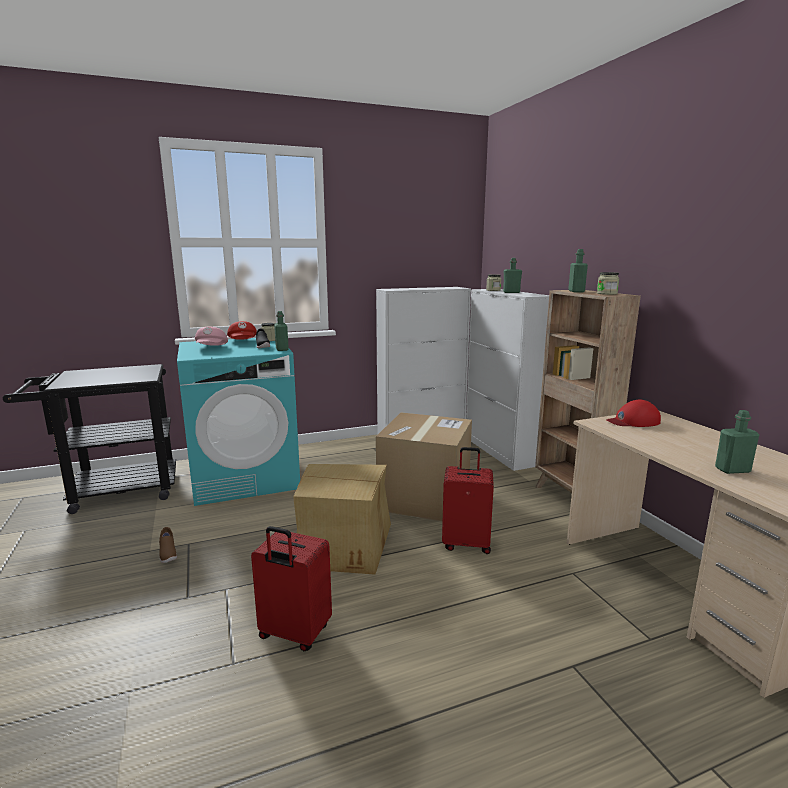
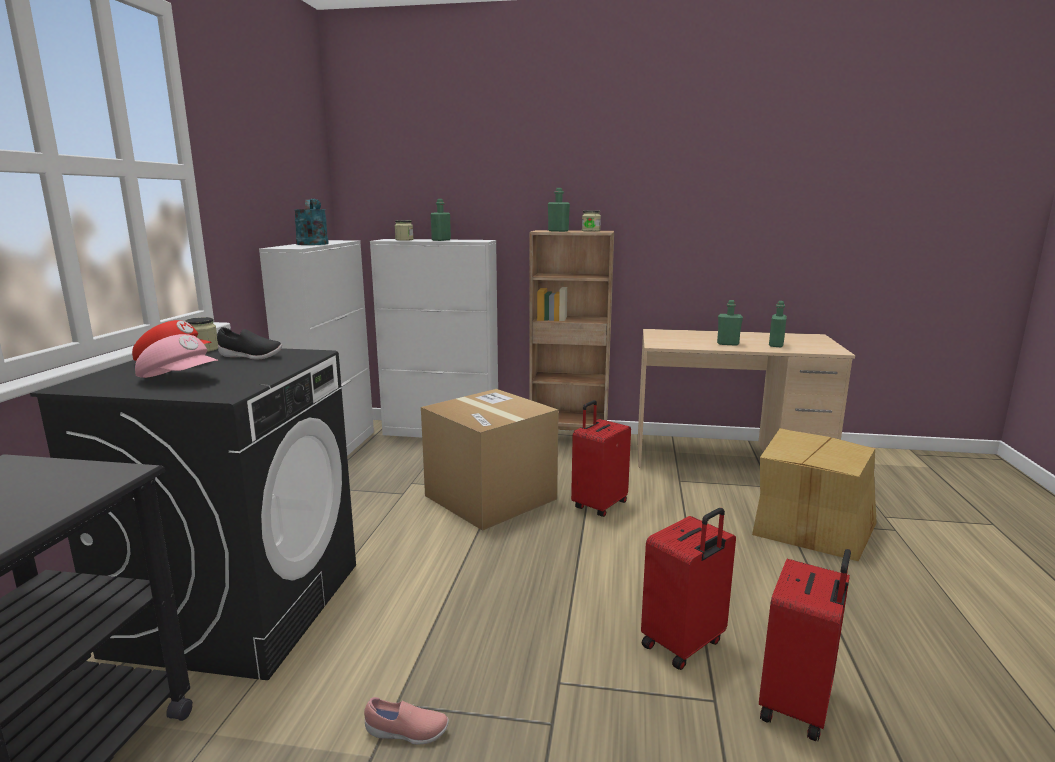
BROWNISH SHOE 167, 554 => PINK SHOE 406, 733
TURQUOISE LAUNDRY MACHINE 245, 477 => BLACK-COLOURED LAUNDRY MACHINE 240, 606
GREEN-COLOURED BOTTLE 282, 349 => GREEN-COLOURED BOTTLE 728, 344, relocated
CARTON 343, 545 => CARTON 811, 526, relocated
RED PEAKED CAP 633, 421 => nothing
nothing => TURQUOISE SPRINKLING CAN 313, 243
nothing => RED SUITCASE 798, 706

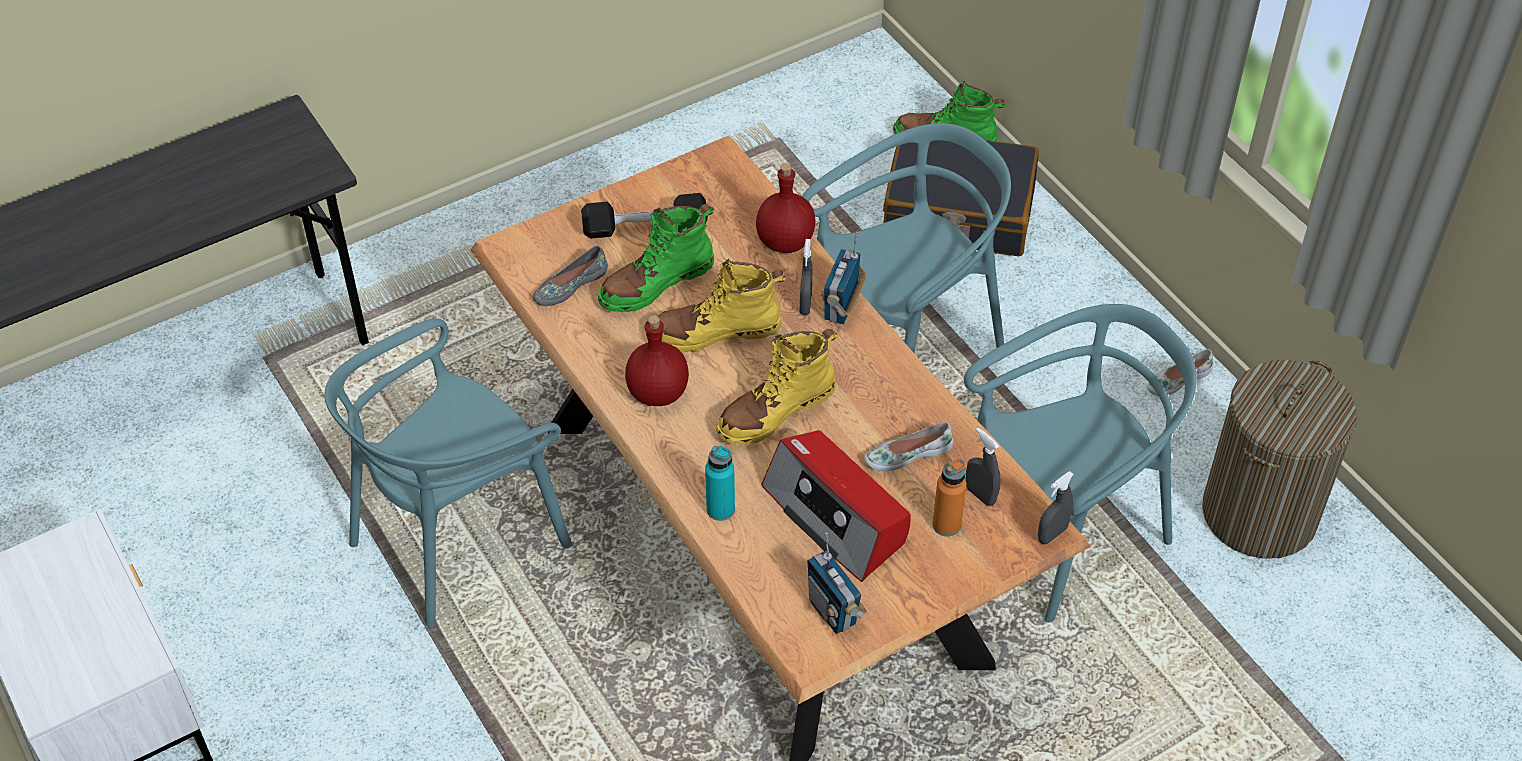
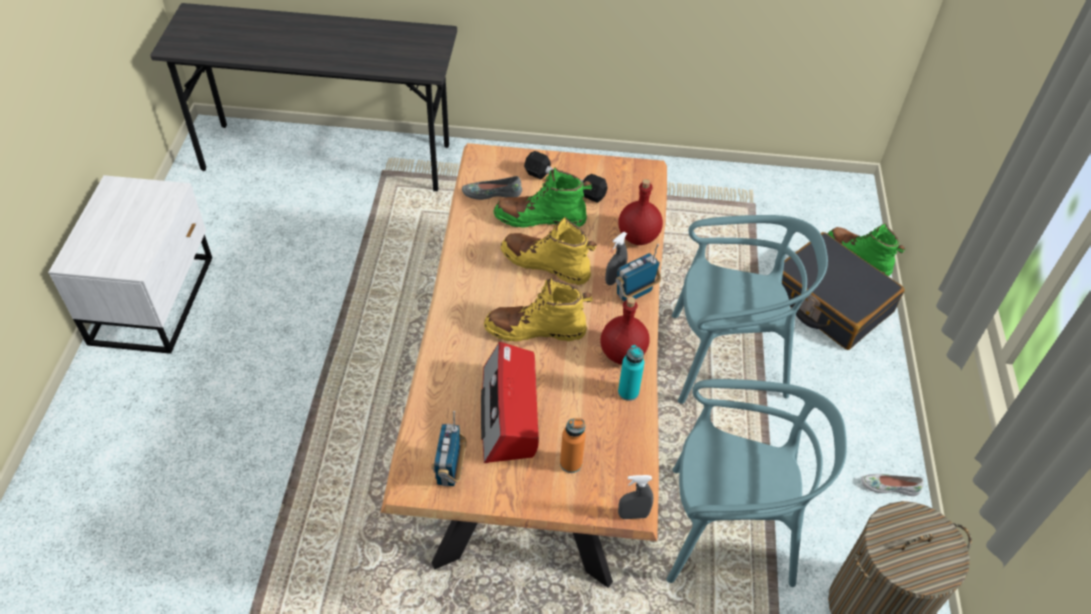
TURQUOISE CHAIR 458, 537 => nothing
RED BOTTLE 658, 392 => RED BOTTLE 623, 353, relocated
TURQUOISE BOTTLE 720, 509 => TURQUOISE BOTTLE 628, 392, relocated
WHITE-COLOURED SHOE 907, 454 => nothing
GREYISH HAND SPRAYER 980, 495 => nothing

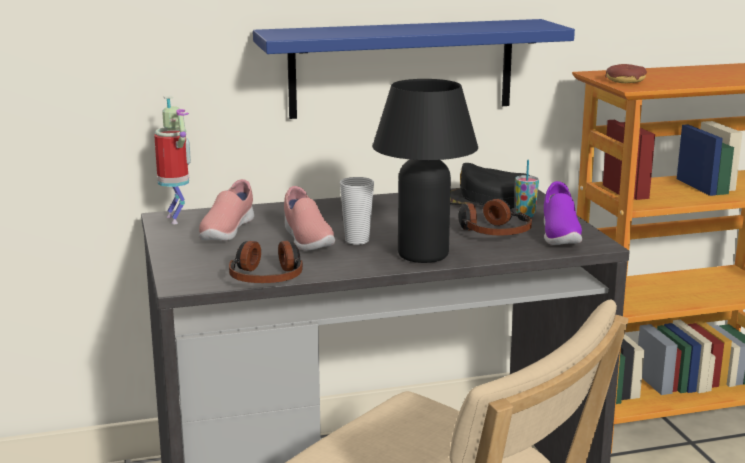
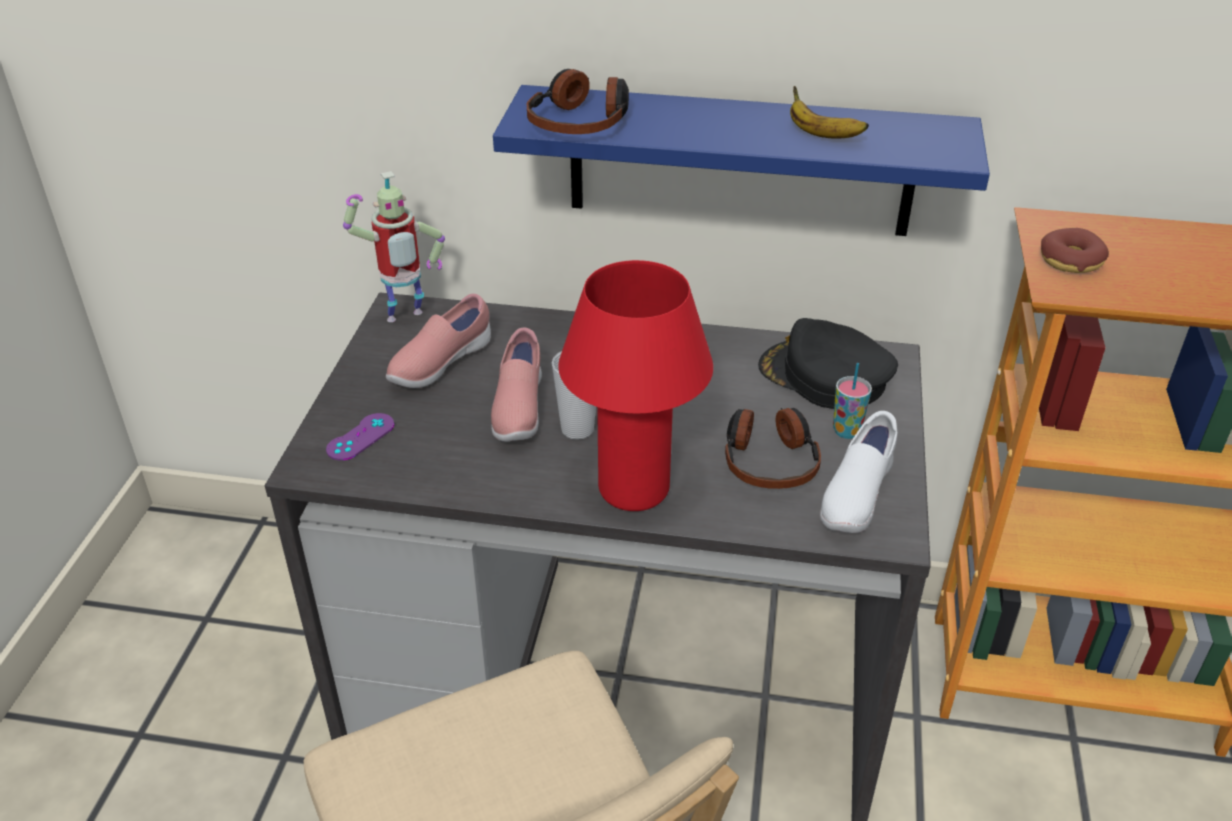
ROBOT FIGURE 177, 219 => ROBOT FIGURE 405, 319, 60 degrees clockwise
HEADPHONES 267, 277 => HEADPHONES 581, 122, relocated
BLACK-COLOURED TABLETOP LAMP 423, 255 => RED TABLETOP LAMP 634, 489
PURPLE SHOE 559, 235 => WHITE-COLOURED SHOE 855, 496
nothing => PURPLE JOYPAD 360, 437
nothing => BANANA FRUIT 821, 134

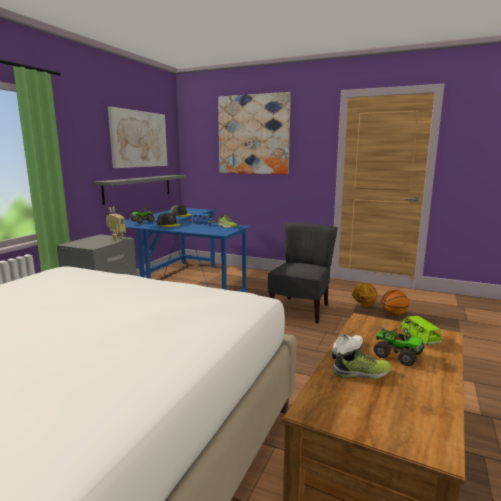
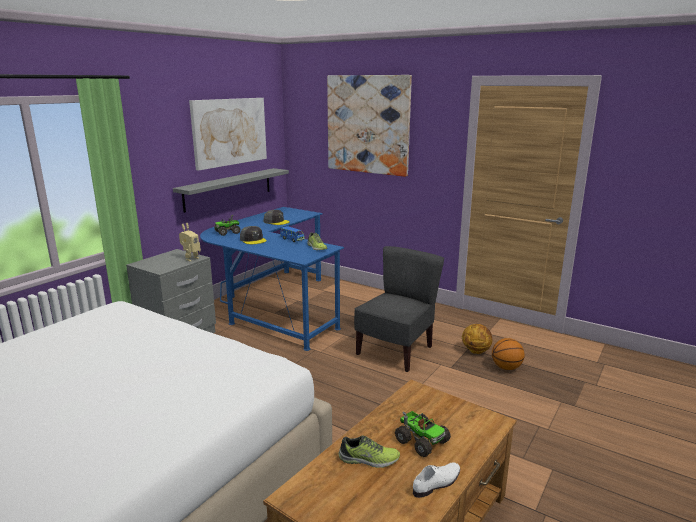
WHITE-COLOURED SHOE 348, 350 => WHITE-COLOURED SHOE 437, 483, relocated
GREEN-COLOURED MINIATURE CAR 419, 337 => nothing

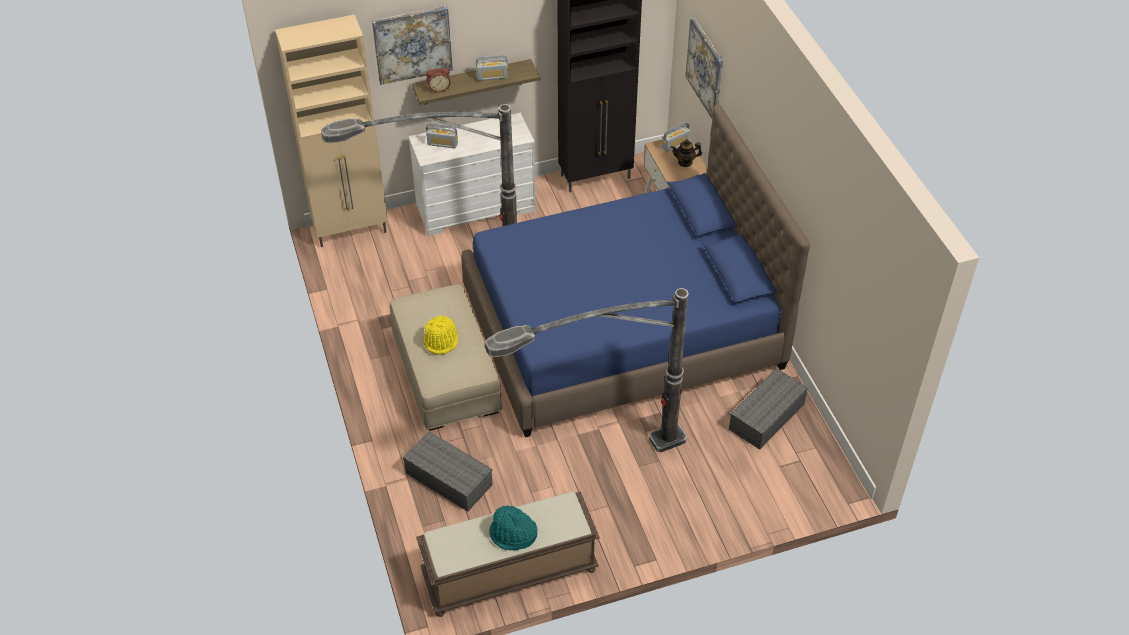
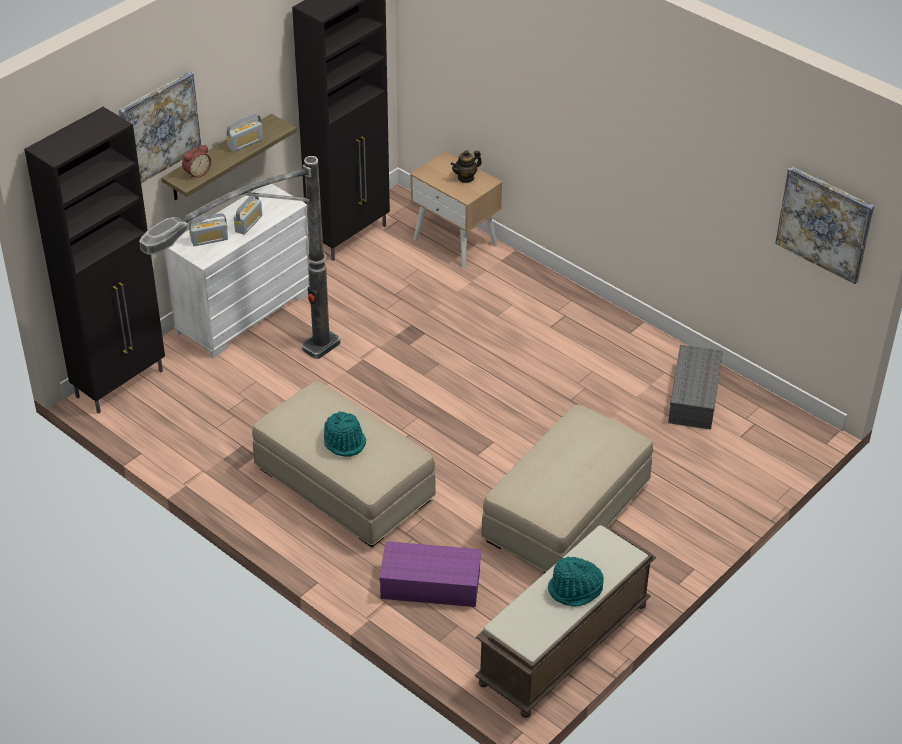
SAND-COLOURED STORAGE CABINET 352, 230 => BLACK-COLOURED STORAGE CABINET 121, 383
GREYISH STORAGE BIN 447, 479 => PURPLE STORAGE BIN 429, 585
YELLOW WEARABLE HAT 441, 340 => TURQUOISE WEARABLE HAT 344, 441
BLUISH BED 622, 329 => nothing
STANDING LAMP 592, 468 => SAND-COLOURED POUFFE 566, 512
RADIO RECEIVER 675, 145 => RADIO RECEIVER 248, 223, relocated
WALL ART 705, 68 => WALL ART 824, 224, relocated

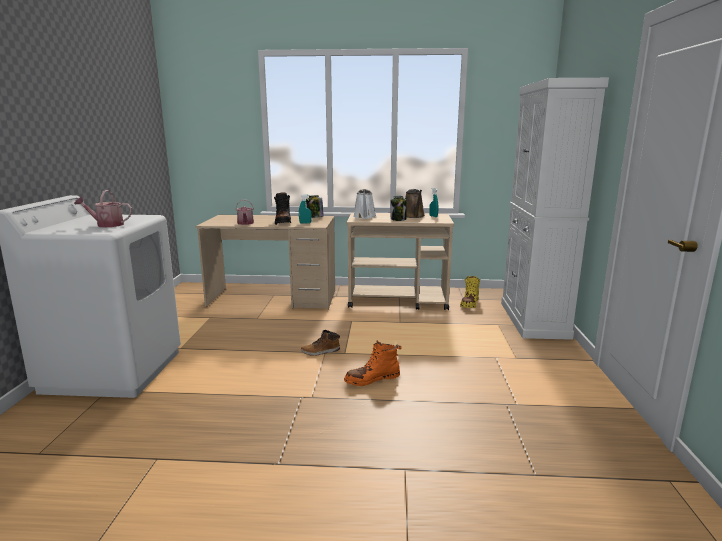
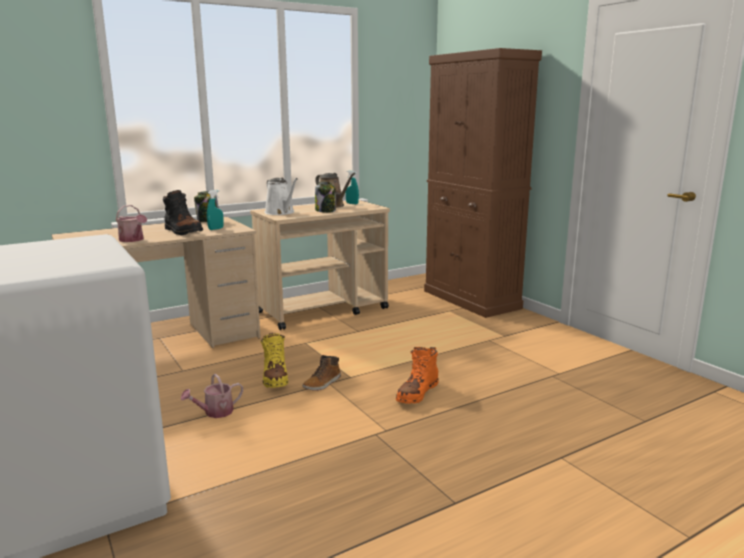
SPRINKLING CAN 106, 225 => SPRINKLING CAN 215, 412, relocated
YELLOW TALL BOOT 469, 304 => YELLOW TALL BOOT 275, 377, relocated
WHITE-COLOURED STORAGE CABINET 533, 320 => BROWNISH STORAGE CABINET 471, 299

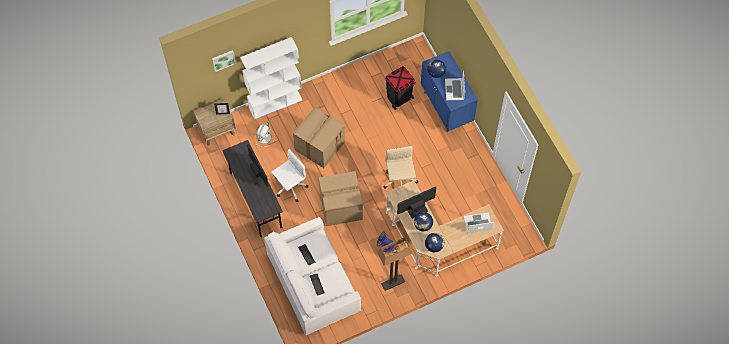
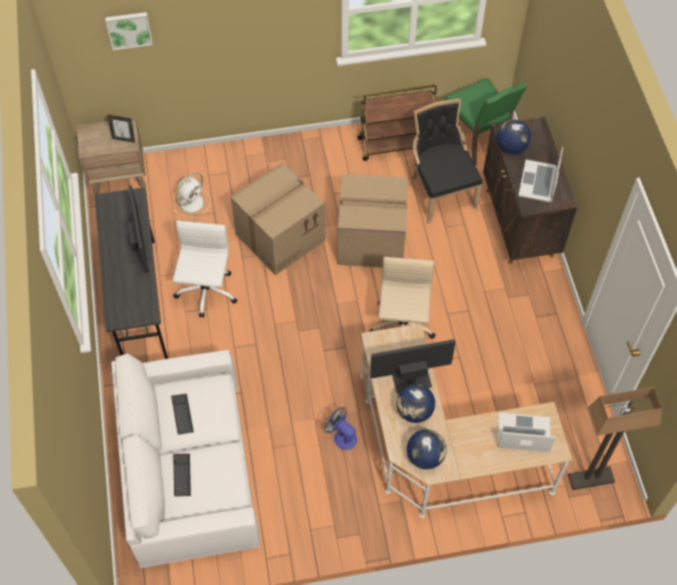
WHITE-COLOURED SHELVING UNIT 275, 103 => nothing
WHITE-COLOURED DESK CHAIR 290, 187 => WHITE-COLOURED DESK CHAIR 206, 293, 60 degrees counterclockwise
CARTON 340, 207 => CARTON 370, 240, relocated
STANDING LAMP 393, 283 => STANDING LAMP 590, 479, relocated
BLACK-COLOURED TRASH CAN 399, 98 => BLACK-COLOURED CHAIR 440, 191
BLUISH STORAGE CABINET 446, 107 => BROWNISH STORAGE CABINET 519, 223
nothing => BROWNISH WHEELED CART 396, 144
nothing => GREEN-COLOURED CHAIR 477, 139

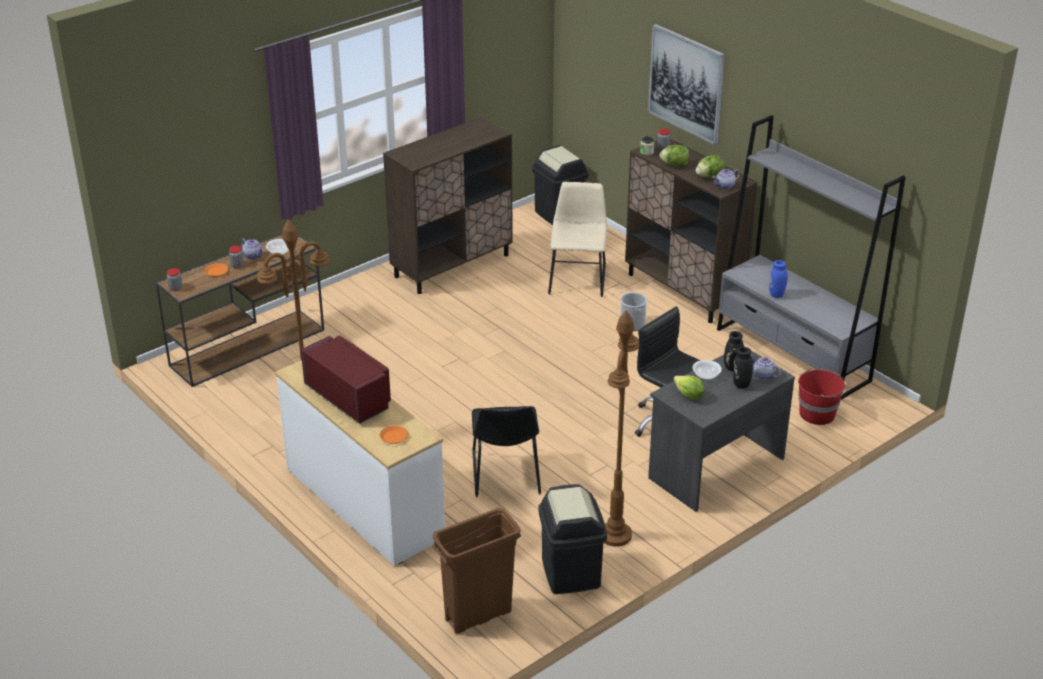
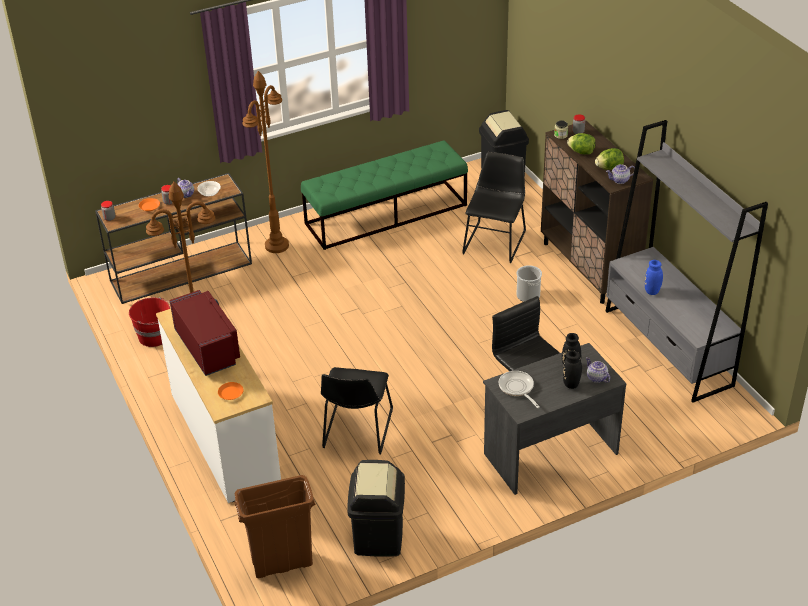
BROWNISH STORAGE CABINET 452, 265 => GREEN-COLOURED BENCH 386, 214
SAND-COLOURED CHAIR 577, 277 => BLACK-COLOURED CHAIR 495, 240
BROWNISH STANDING LAMP 615, 535 => BROWNISH STANDING LAMP 277, 245, relocated
WALL ART 686, 83 => nothing
LETTUCE HEAD 688, 395 => PAN 517, 388
DEEP DISH 706, 375 => nothing
RED BUCKET 818, 414 => RED BUCKET 155, 336, relocated

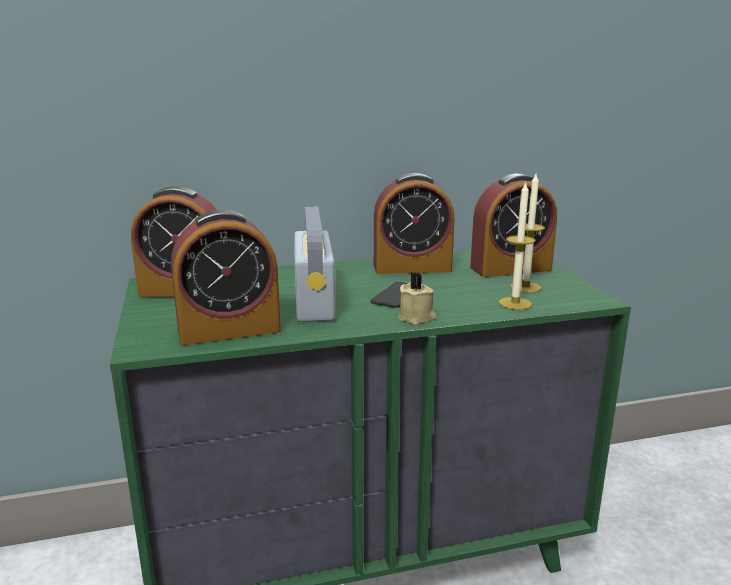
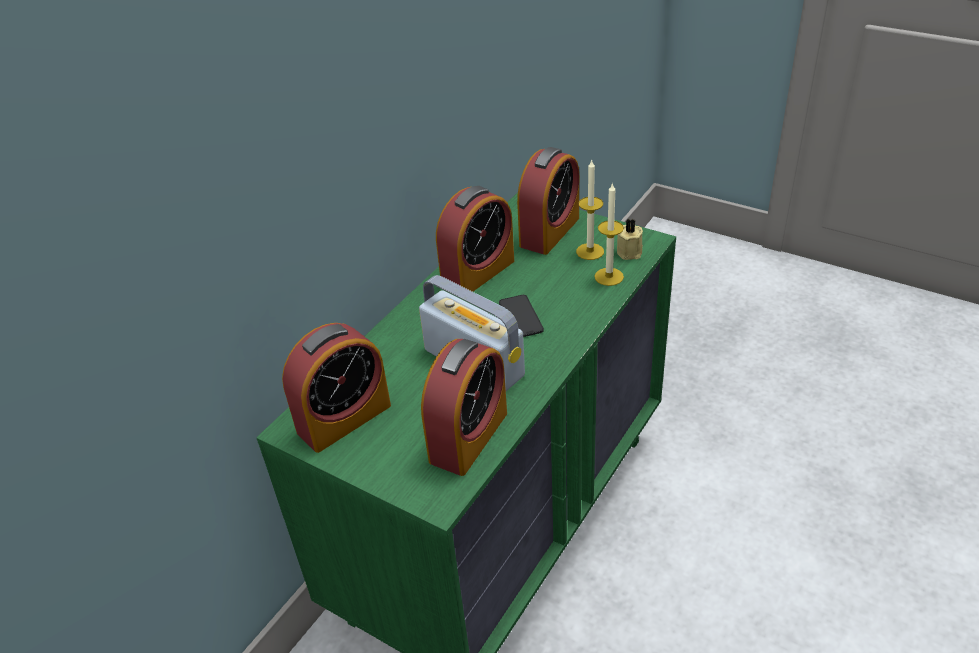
SAND-COLOURED CANDLE 417, 317 => SAND-COLOURED CANDLE 630, 251, relocated

